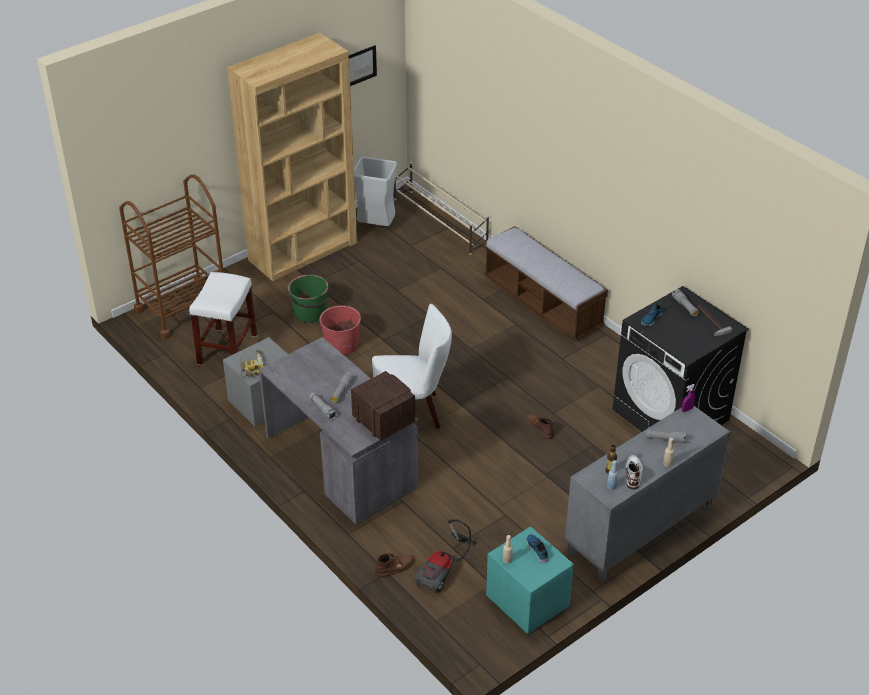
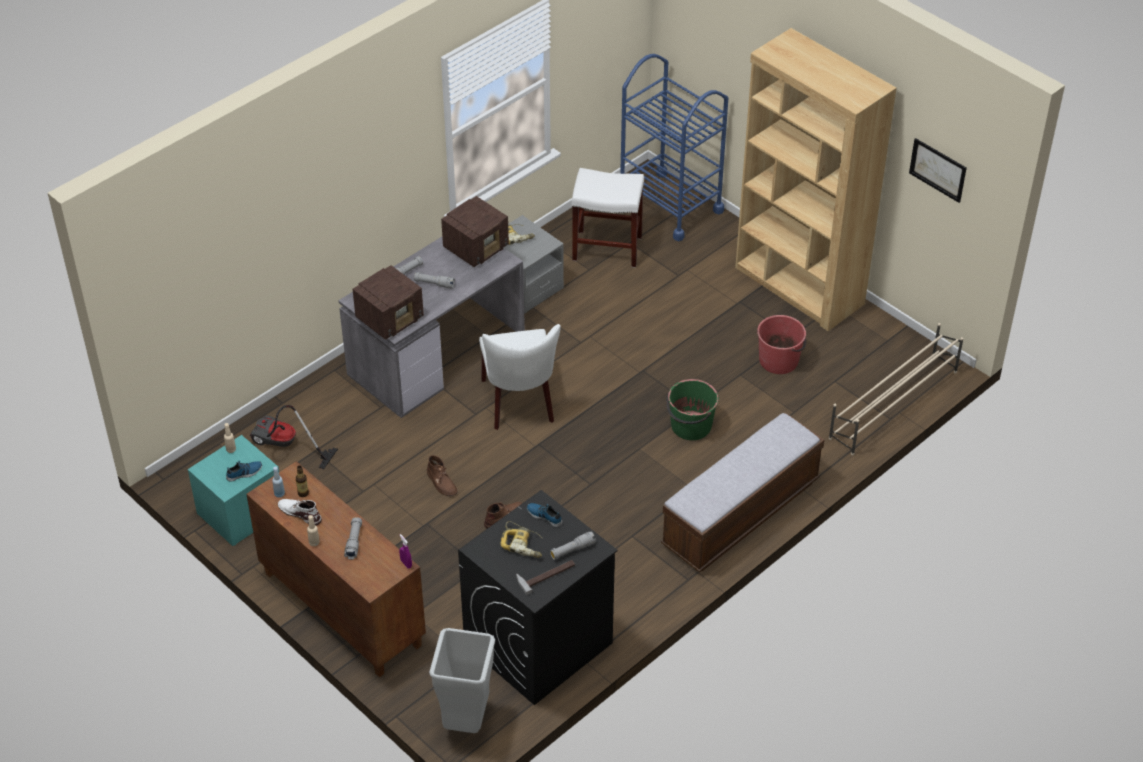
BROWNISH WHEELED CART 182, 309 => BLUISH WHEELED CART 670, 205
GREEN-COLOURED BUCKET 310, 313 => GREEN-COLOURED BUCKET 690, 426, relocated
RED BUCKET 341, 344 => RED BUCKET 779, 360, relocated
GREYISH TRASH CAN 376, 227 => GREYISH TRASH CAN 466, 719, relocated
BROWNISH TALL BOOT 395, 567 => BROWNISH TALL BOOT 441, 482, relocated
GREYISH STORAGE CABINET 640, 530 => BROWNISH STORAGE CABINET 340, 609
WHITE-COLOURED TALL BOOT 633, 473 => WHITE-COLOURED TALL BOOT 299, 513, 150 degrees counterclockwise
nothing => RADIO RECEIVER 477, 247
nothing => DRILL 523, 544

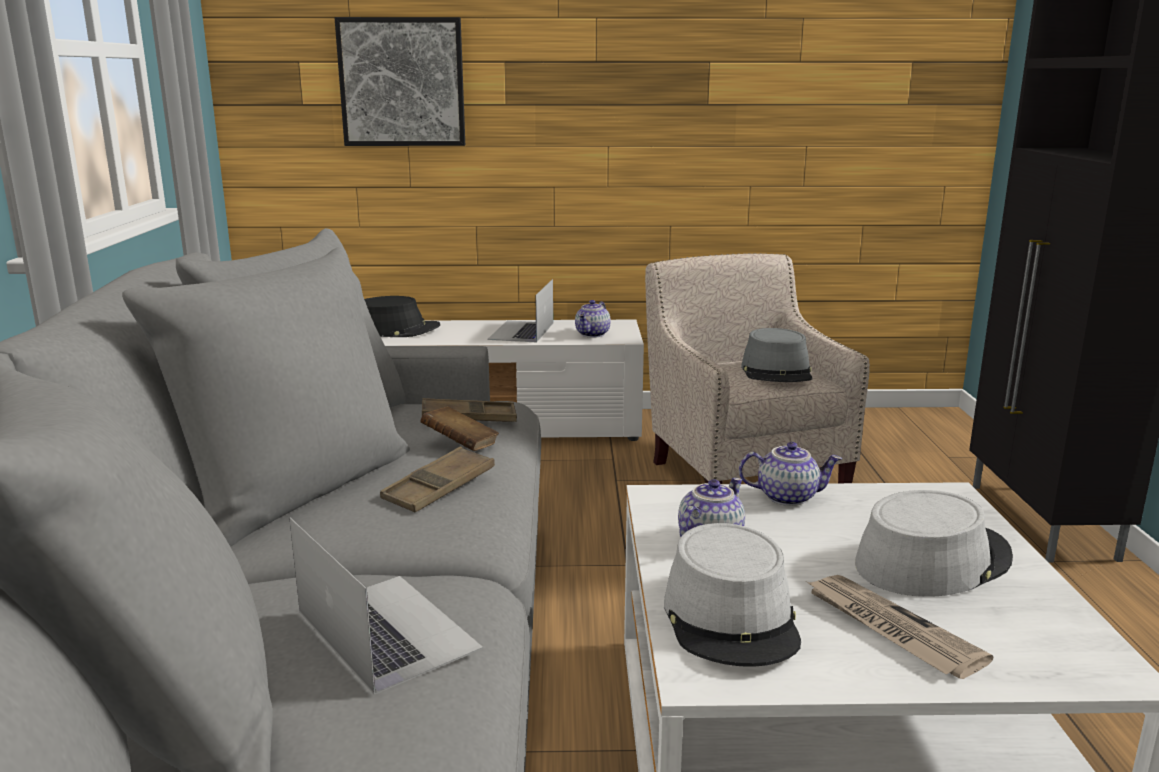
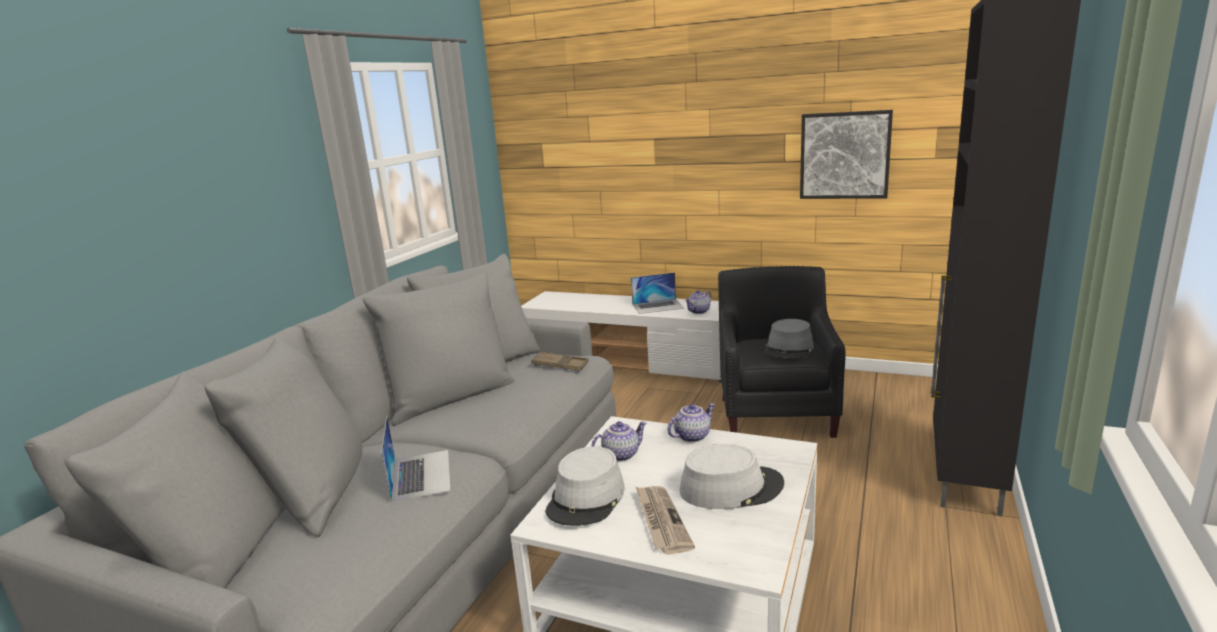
WALL ART 402, 82 => WALL ART 844, 155, relocated
BLACK-COLOURED WEARABLE HAT 396, 330 => nothing
BROWNISH TRAY 439, 487 => nothing
BROWNISH BOOK 460, 445 => nothing
LAPTOP 521, 331 => LAPTOP 658, 306, 135 degrees counterclockwise
SAND-COLOURED ARMCHAIR 744, 471 => BLACK-COLOURED ARMCHAIR 777, 412
POT FOR TEA 787, 496 => POT FOR TEA 692, 436, 60 degrees counterclockwise

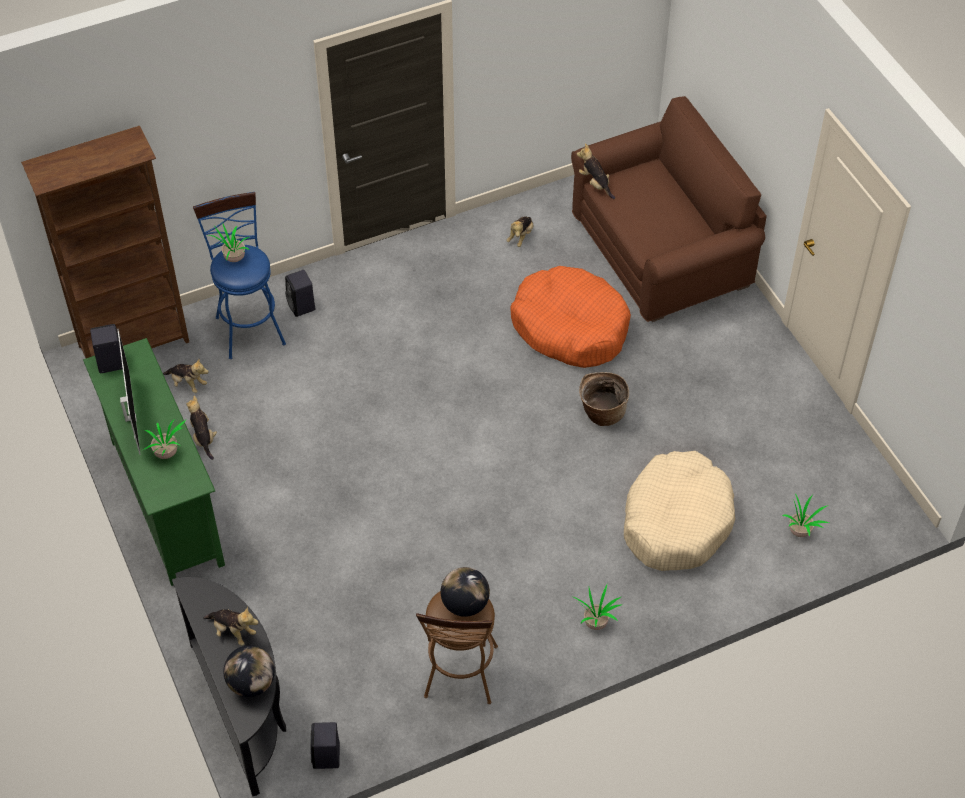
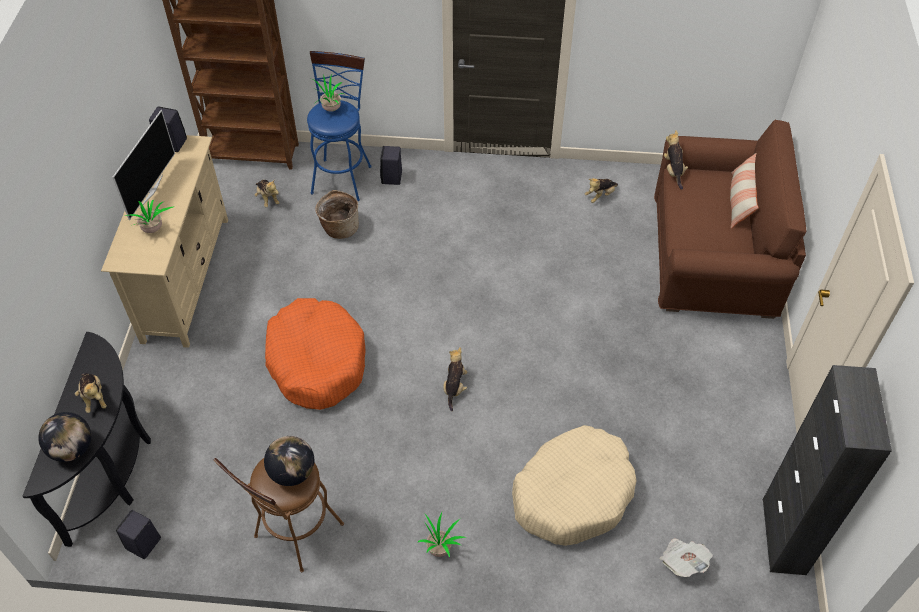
GREEN-COLOURED TV UNIT 166, 502 => SAND-COLOURED TV UNIT 185, 278
SOFT TOY 203, 437 => SOFT TOY 454, 387, relocated
ORANGE-COLOURED DOG BED 570, 327 => ORANGE-COLOURED DOG BED 316, 361, relocated
HOUSEHOLD BASKET 602, 412 => HOUSEHOLD BASKET 339, 227, relocated
PLANT IN A POT 801, 531 => PRINTED PAPER 683, 561
nothing => PILLOW 740, 201
nothing => BLACK-COLOURED STORAGE CABINET 783, 536

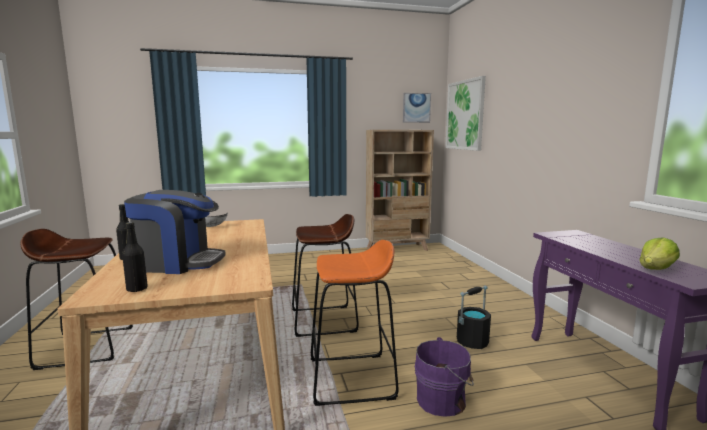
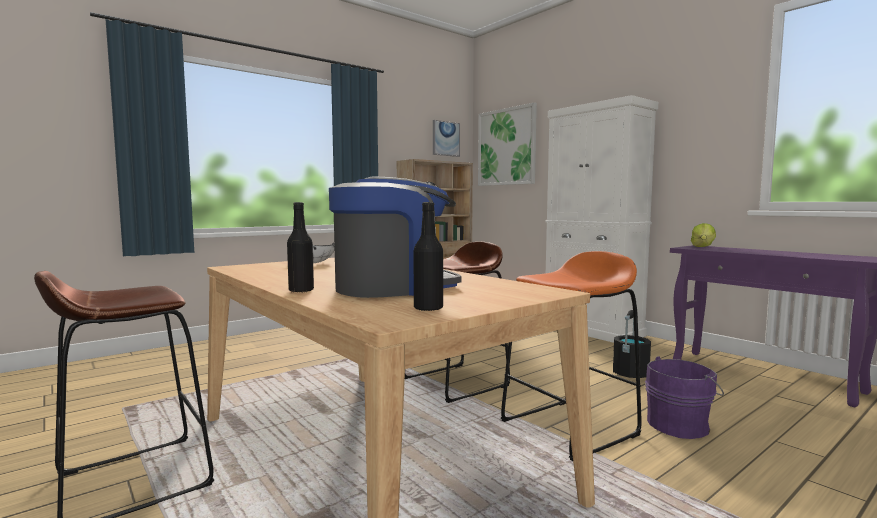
LETTUCE HEAD 656, 269 => LETTUCE HEAD 703, 247, relocated
nothing => WHITE-COLOURED STORAGE CABINET 592, 330

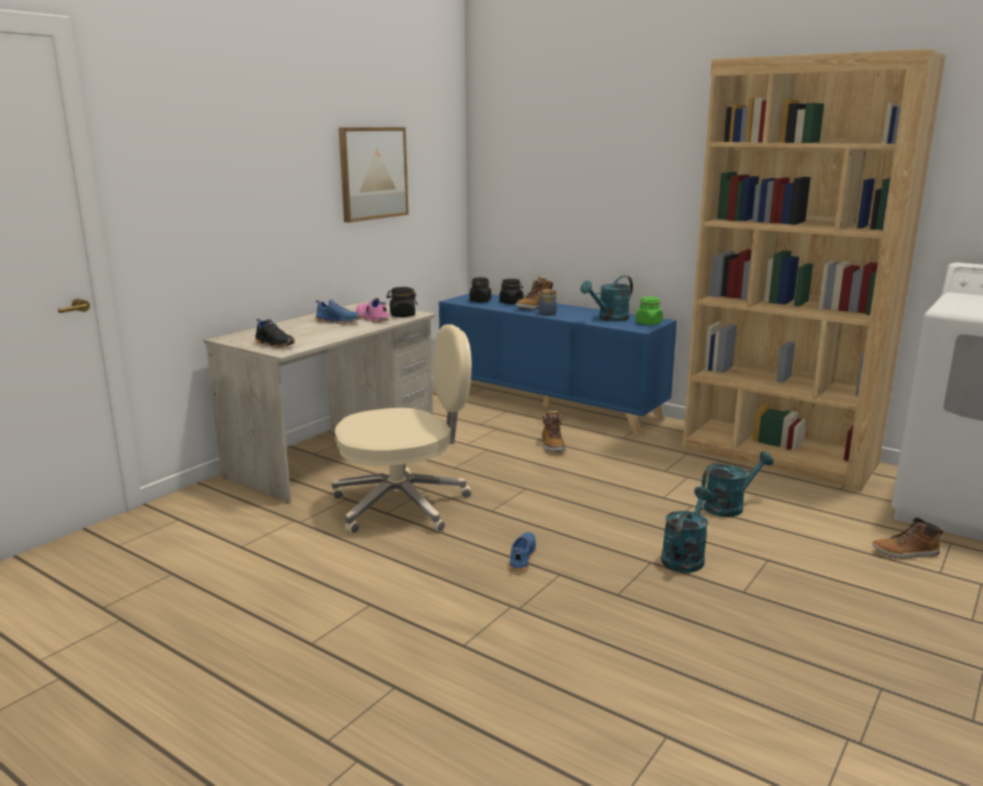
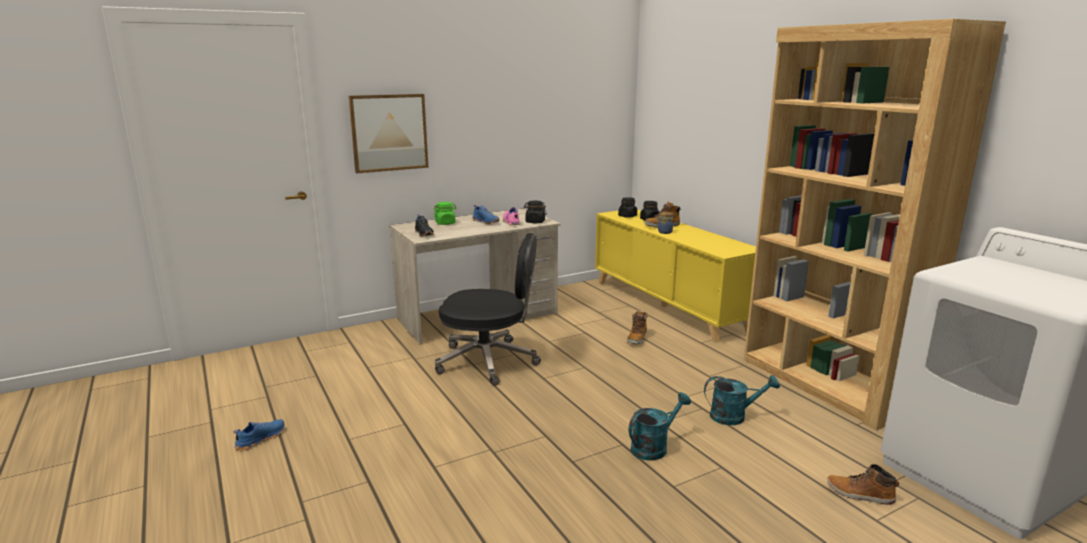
SAND-COLOURED DESK CHAIR 404, 505 => BLACK-COLOURED DESK CHAIR 489, 361
WALL ART 373, 173 => WALL ART 389, 132, relocated
BLUISH STORAGE CABINET 550, 404 => YELLOW STORAGE CABINET 668, 305
BLUISH SHOE 521, 558 => BLUISH SHOE 260, 439, relocated
TURQUOISE SPRINKLING CAN 609, 319 => nothing
GREEN-COLOURED JAR 648, 323 => GREEN-COLOURED JAR 445, 223, relocated

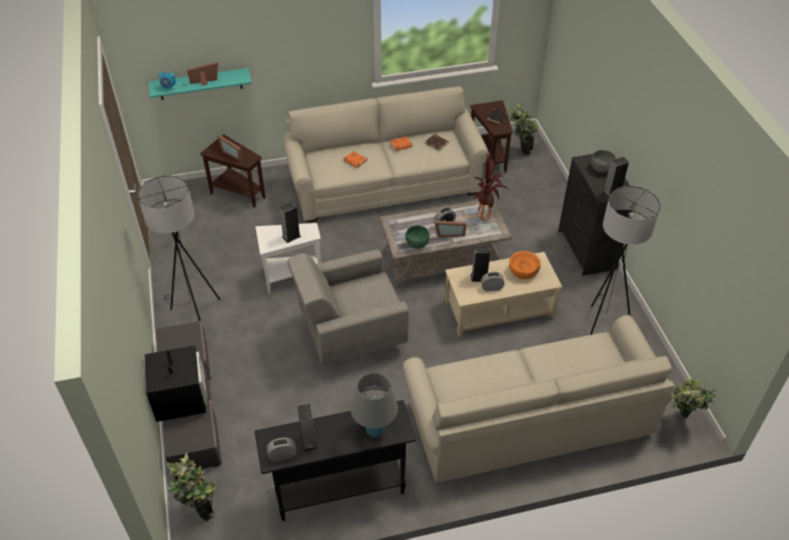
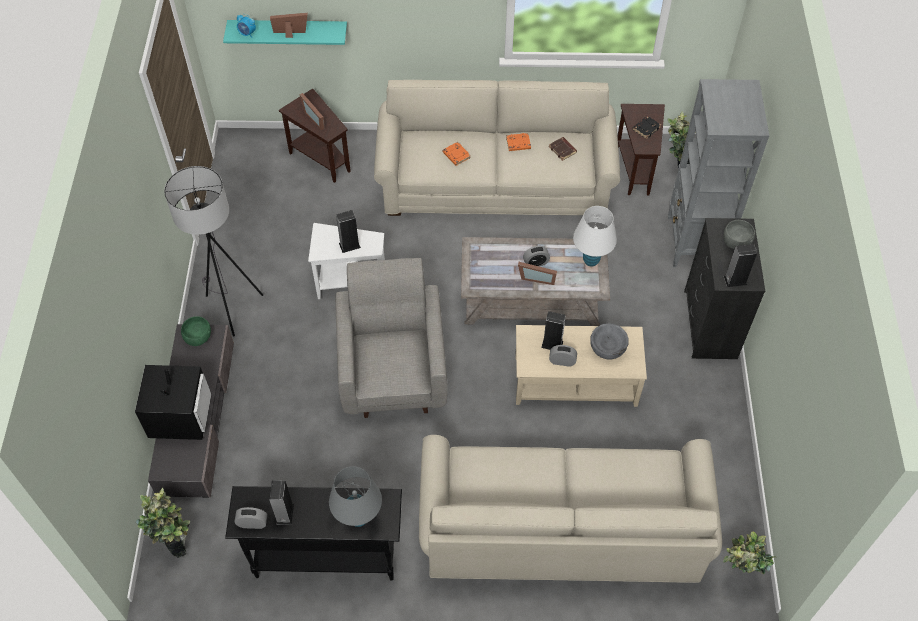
GREYISH ARMCHAIR 350, 333 => GREYISH ARMCHAIR 394, 371, 90 degrees clockwise
GREEN-COLOURED DEEP DISH 417, 244 => GREEN-COLOURED DEEP DISH 198, 337, relocated
PLANT IN A POT 487, 214 => WHITE-COLOURED TABLETOP LAMP 591, 260
ORANGE-COLOURED DEEP DISH 523, 271 => GREYISH DEEP DISH 608, 347
GREYISH STANDING LAMP 601, 324 => nothing
nothing => GREYISH SHELVING UNIT 694, 242

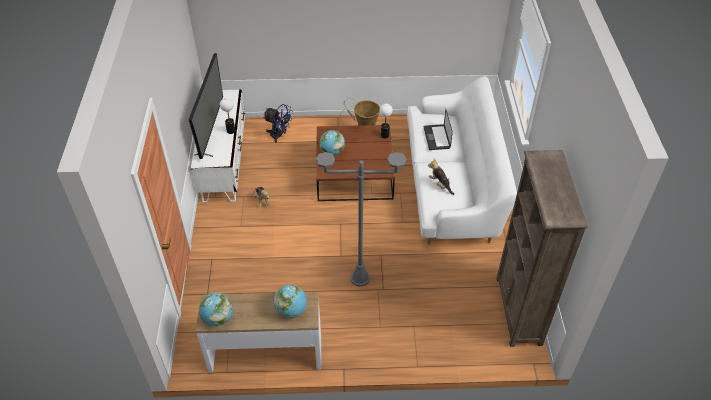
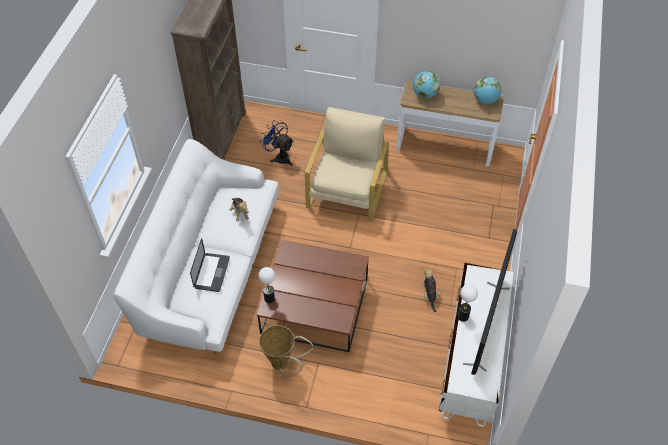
BLUISH FAN 279, 135 => BLUISH FAN 279, 157, relocated
GREYISH STANDING LAMP 360, 278 => SAND-COLOURED ARMCHAIR 347, 189
DESK GLOBE 332, 152 => nothing

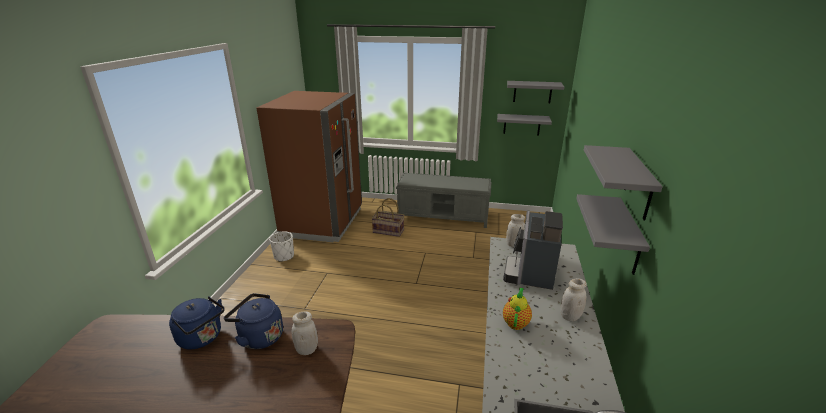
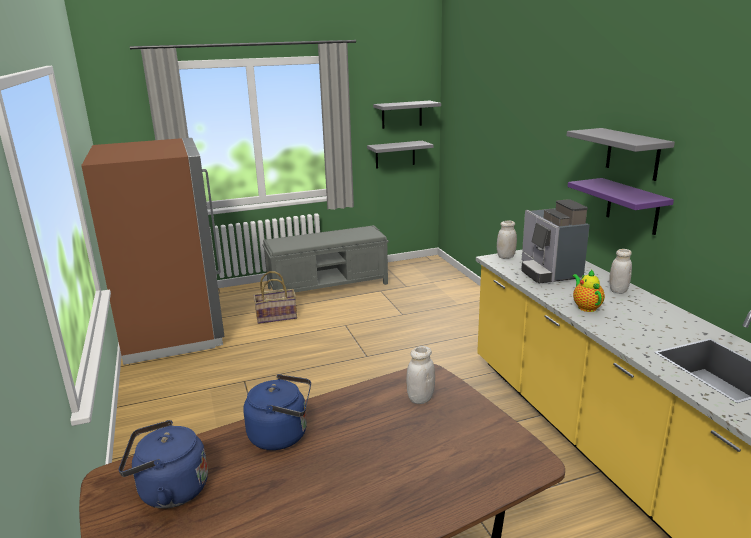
BLUISH WATER KETTLE 259, 337 => BLUISH WATER KETTLE 169, 491, relocated
WHITE-COLOURED PLANT POT 284, 256 => nothing
GREYISH WALL SHELF 629, 237 => PURPLE WALL SHELF 632, 206

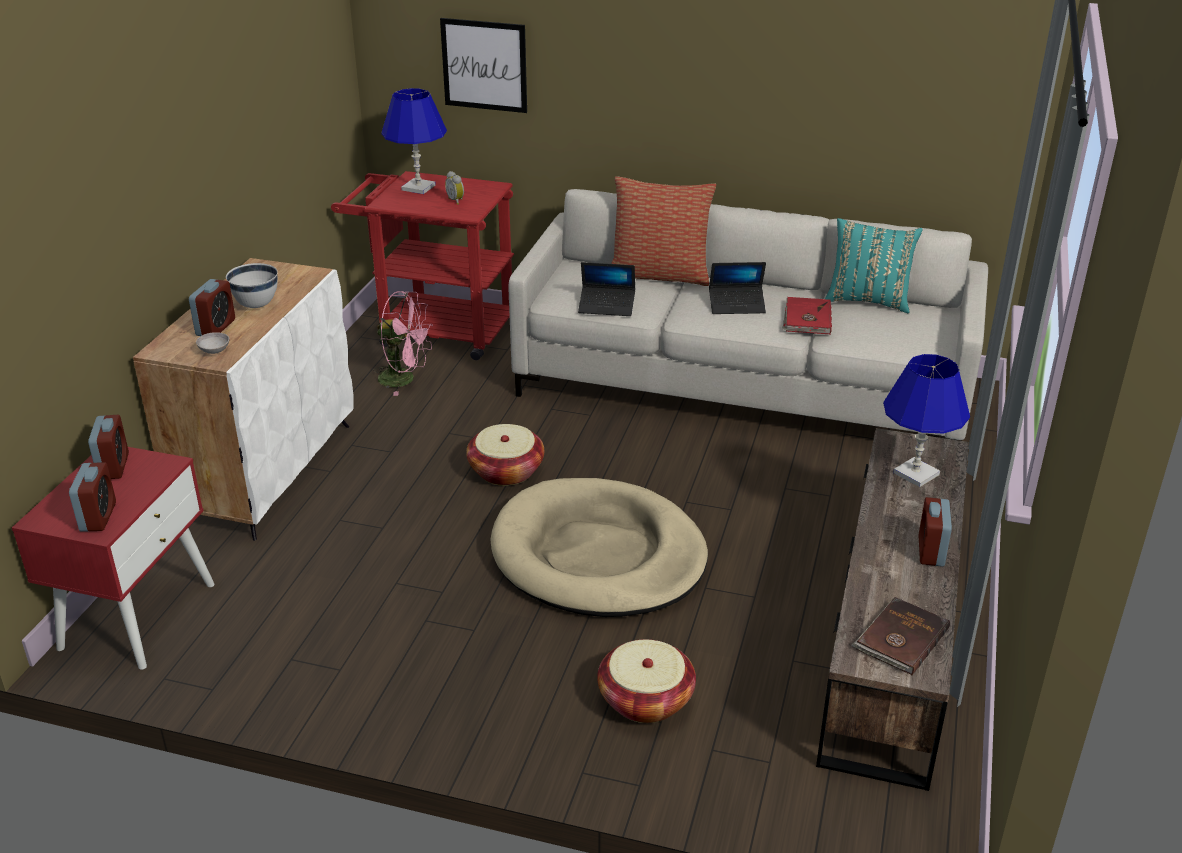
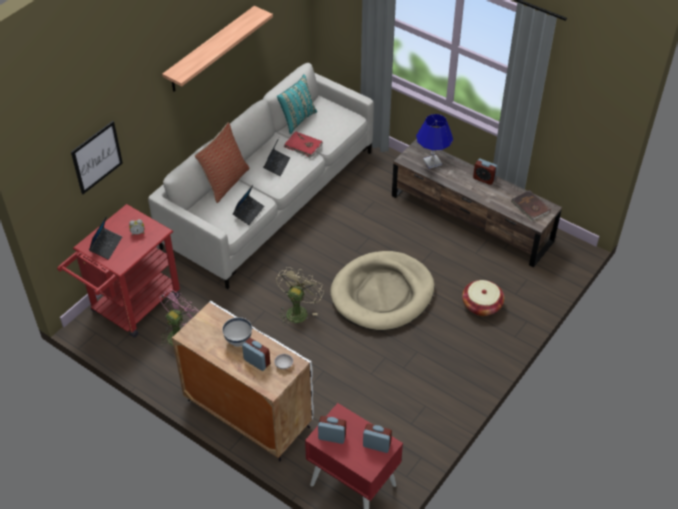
BLUISH TABLETOP LAMP 418, 188 => LAPTOP 106, 246
HOUSEHOLD BASKET 506, 471 => SAND-COLOURED FAN 298, 310
nothing => WALL SHELF 211, 50

